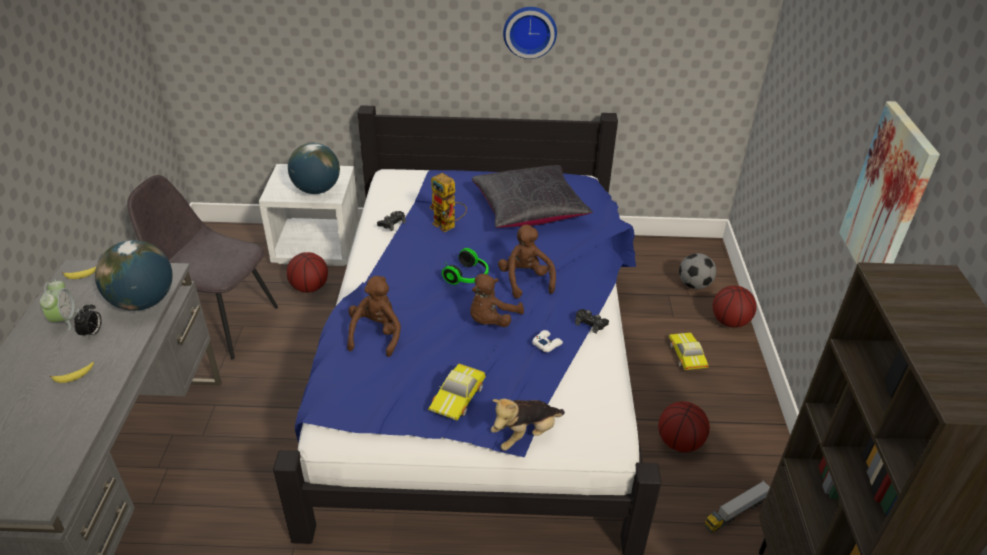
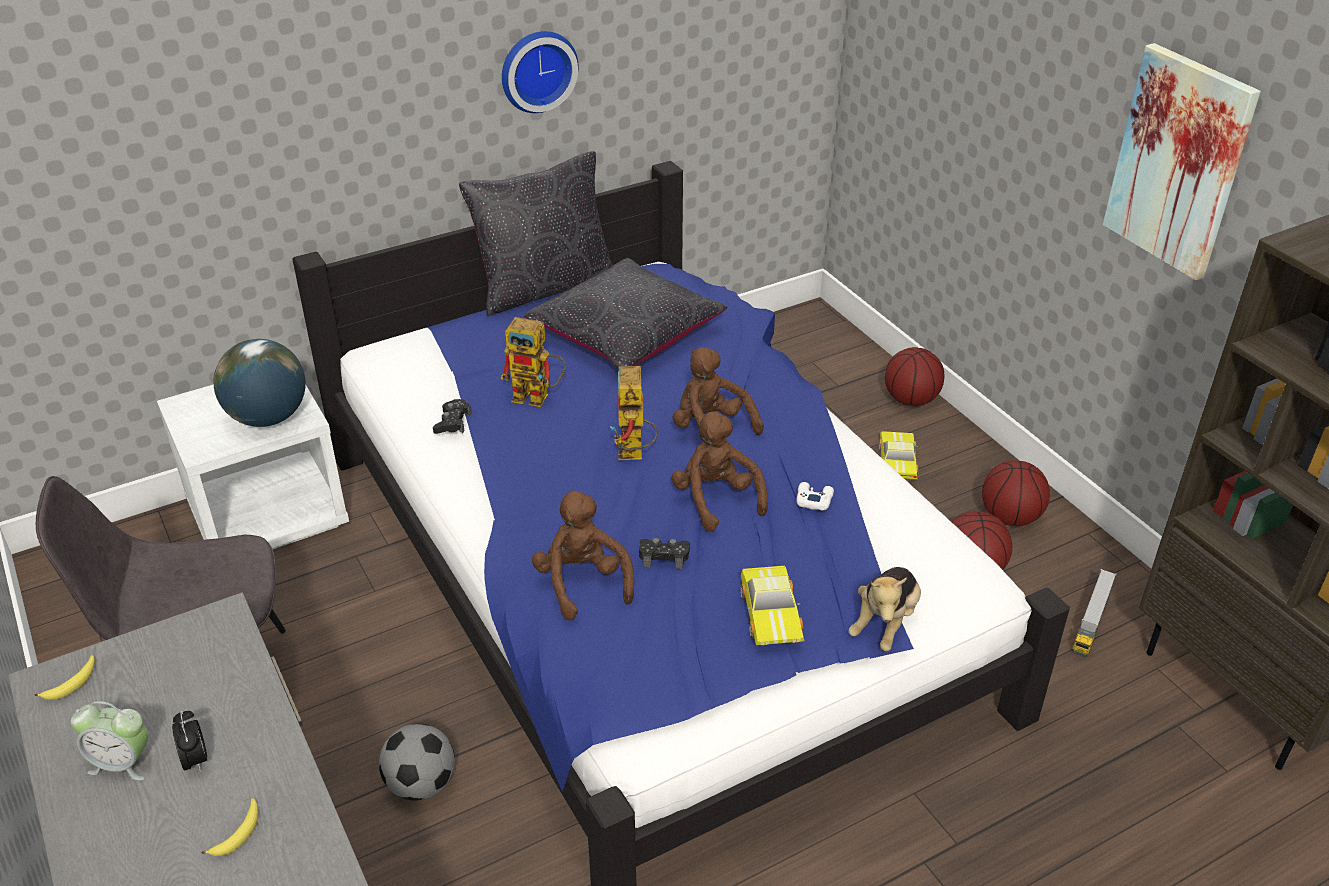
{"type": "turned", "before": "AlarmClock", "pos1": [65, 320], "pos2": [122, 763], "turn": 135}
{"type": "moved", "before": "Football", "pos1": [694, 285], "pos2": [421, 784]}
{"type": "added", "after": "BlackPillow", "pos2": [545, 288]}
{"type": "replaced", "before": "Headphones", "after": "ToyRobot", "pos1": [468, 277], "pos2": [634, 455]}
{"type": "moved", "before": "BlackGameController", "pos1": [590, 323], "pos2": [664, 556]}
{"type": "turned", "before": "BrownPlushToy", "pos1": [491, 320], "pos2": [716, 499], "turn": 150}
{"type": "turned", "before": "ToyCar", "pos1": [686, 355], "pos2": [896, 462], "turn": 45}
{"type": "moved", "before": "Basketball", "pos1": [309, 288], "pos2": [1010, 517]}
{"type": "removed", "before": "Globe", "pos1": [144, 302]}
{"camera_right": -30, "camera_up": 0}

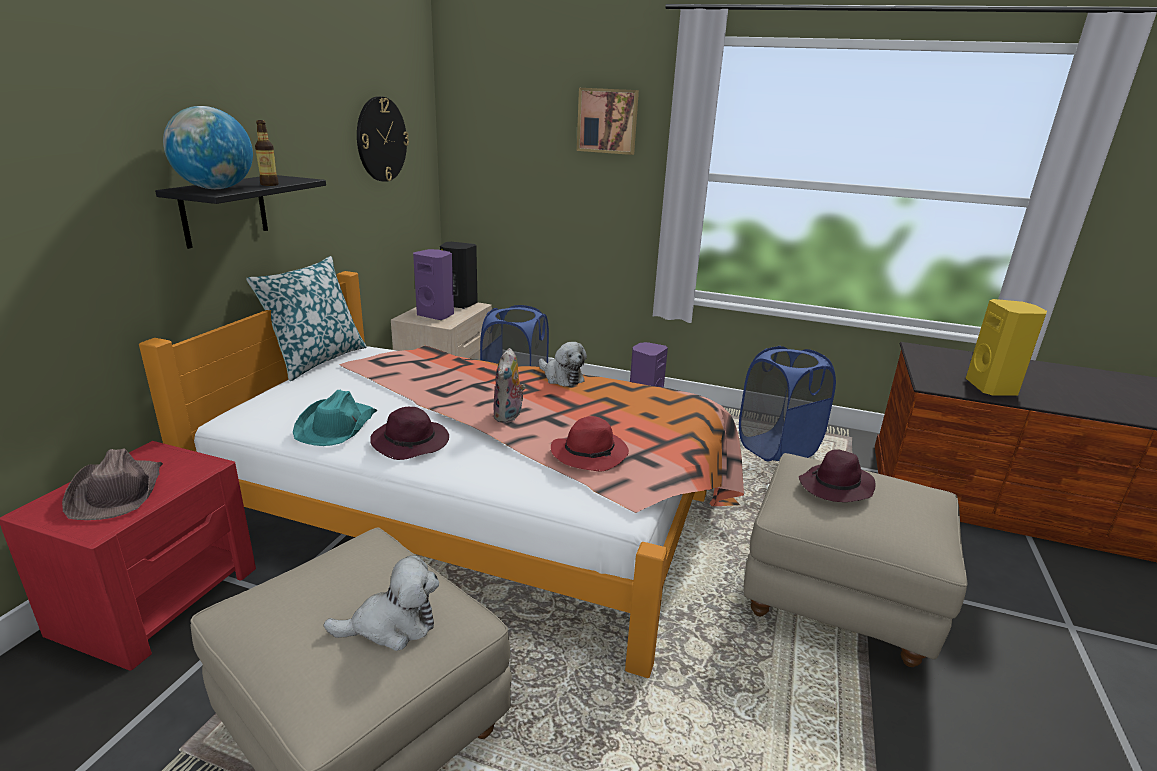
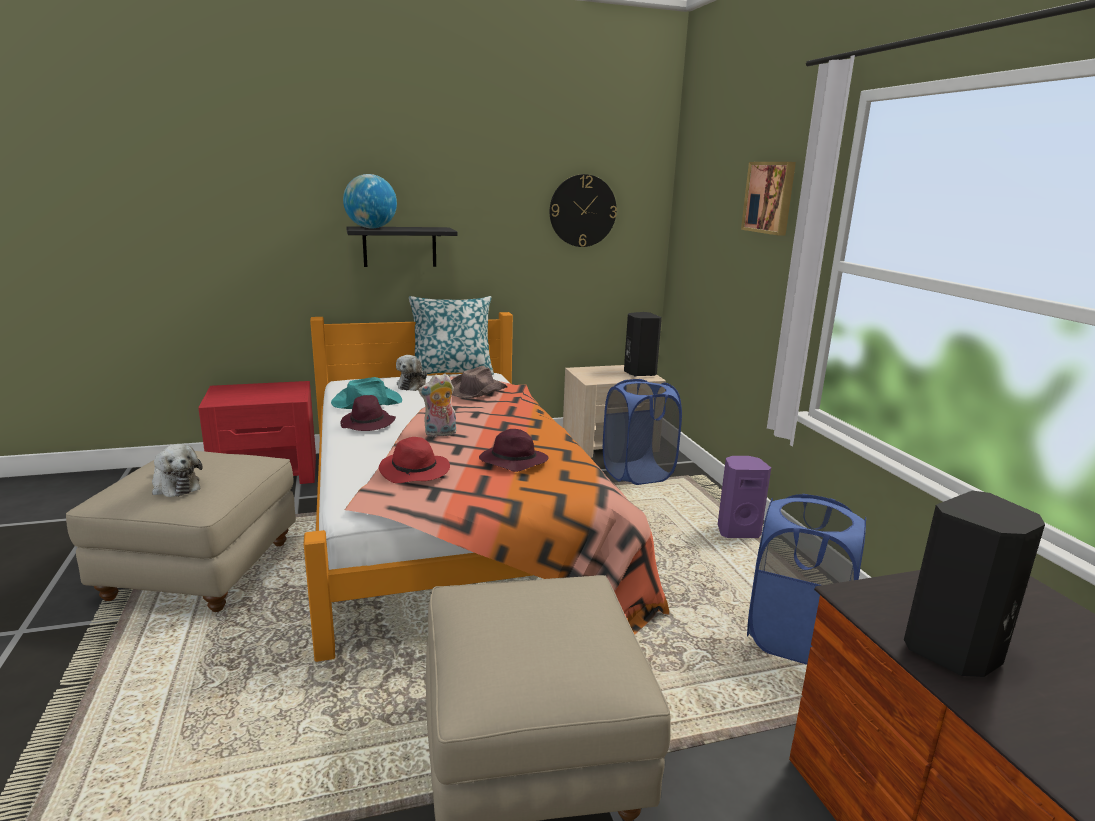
{"type": "moved", "before": "PlushToy", "pos1": [561, 377], "pos2": [413, 385]}
{"type": "moved", "before": "BrownHat", "pos1": [117, 492], "pos2": [476, 390]}
{"type": "moved", "before": "PurpleHat", "pos1": [836, 487], "pos2": [512, 462]}
{"type": "recoloured", "before": "YellowSpeaker", "after": "BlackSpeaker", "pos1": [993, 388], "pos2": [955, 652]}
{"type": "removed", "before": "Bottle", "pos1": [269, 184]}
{"type": "removed", "before": "PurpleSpeaker", "pos1": [436, 315]}
{"camera_right": 55, "camera_up": -5}

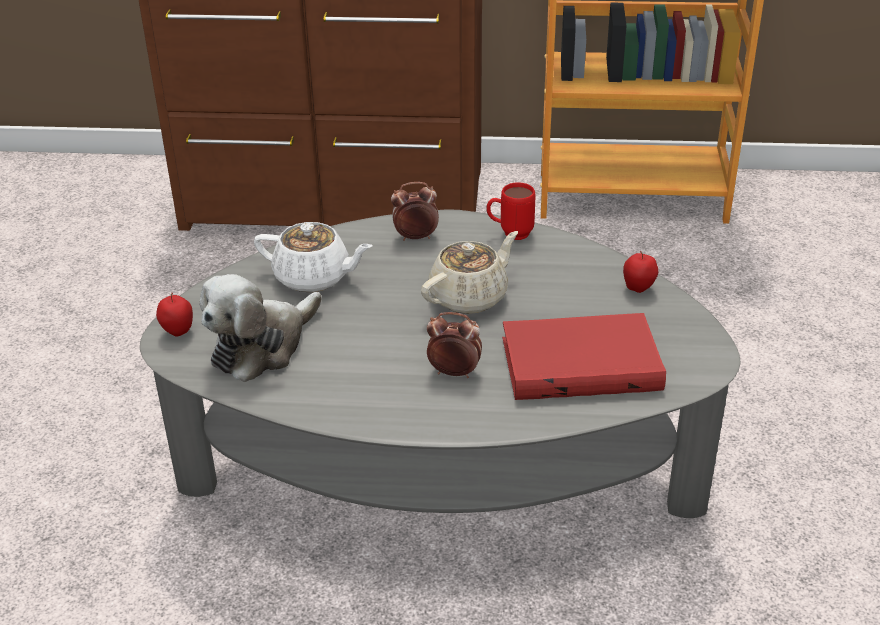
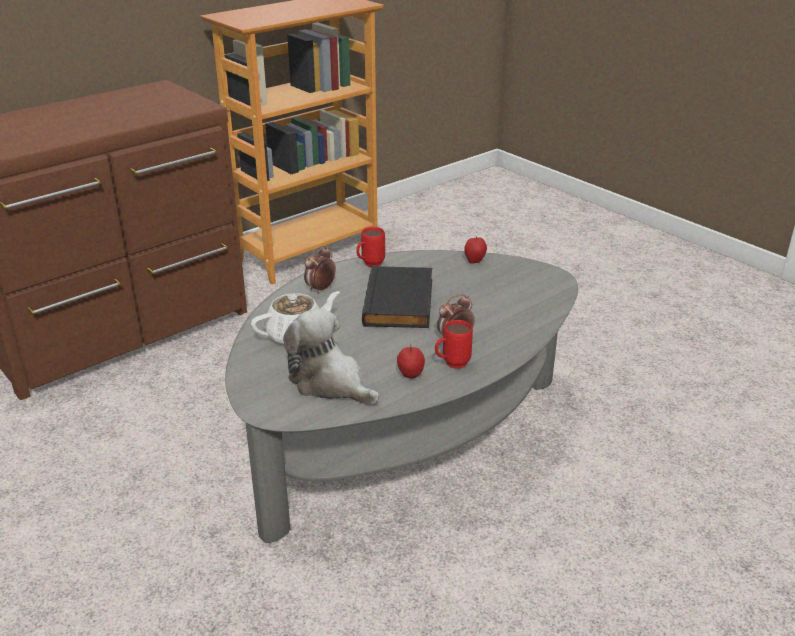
{"type": "turned", "before": "PlushToy", "pos1": [262, 346], "pos2": [330, 383], "turn": 135}
{"type": "replaced", "before": "BeigeTeapot", "after": "BlackBook", "pos1": [470, 297], "pos2": [401, 303]}
{"type": "moved", "before": "Apple", "pos1": [178, 332], "pos2": [410, 376]}
{"type": "added", "after": "RedMug", "pos2": [451, 364]}
{"type": "removed", "before": "RedBook", "pos1": [581, 362]}
{"camera_right": -45, "camera_up": -5}

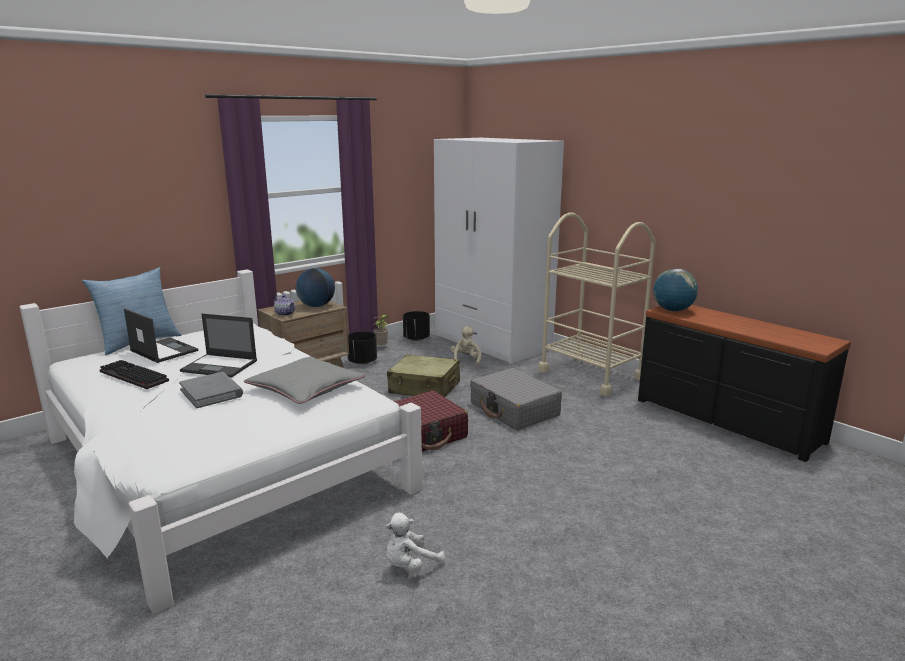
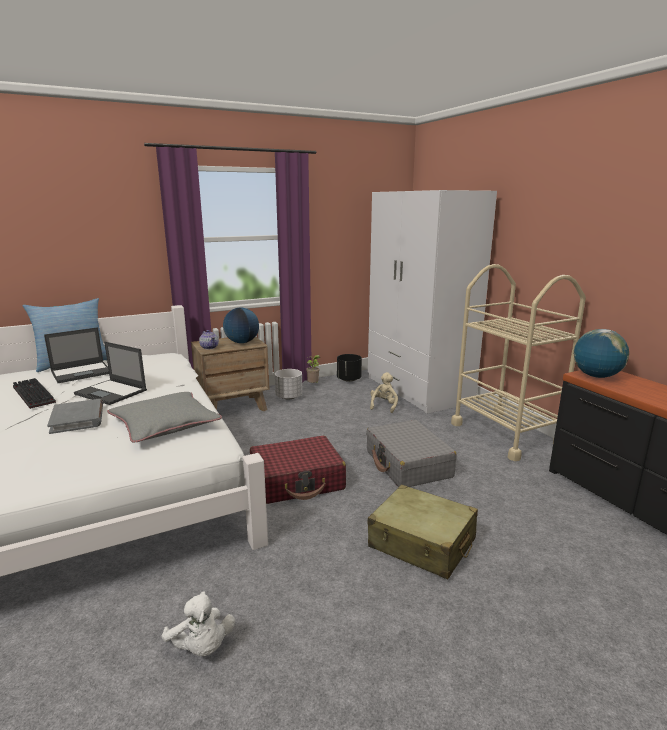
{"type": "turned", "before": "Laptop", "pos1": [163, 350], "pos2": [82, 372], "turn": 90}
{"type": "turned", "before": "WhitePlushToy", "pos1": [410, 565], "pos2": [201, 647], "turn": -105}
{"type": "recoloured", "before": "BlackPlanter", "after": "WhitePlanter", "pos1": [362, 362], "pos2": [288, 397]}
{"type": "moved", "before": "BeigeSuitcase", "pos1": [424, 388], "pos2": [422, 543]}
{"camera_right": 15, "camera_up": 0}

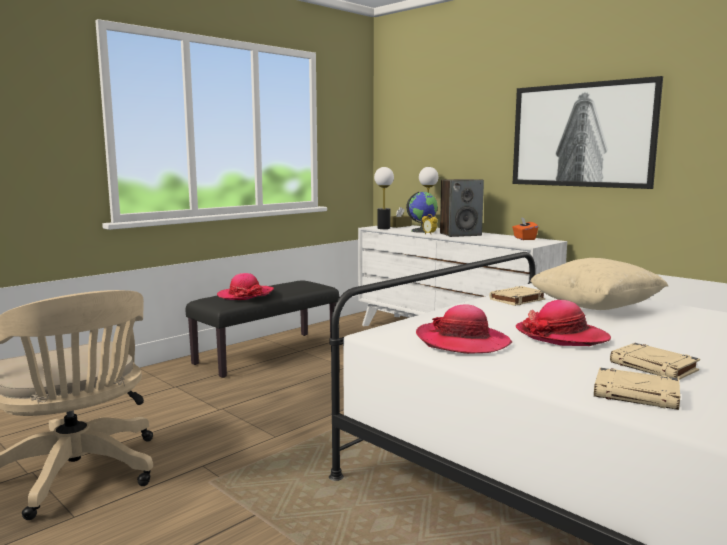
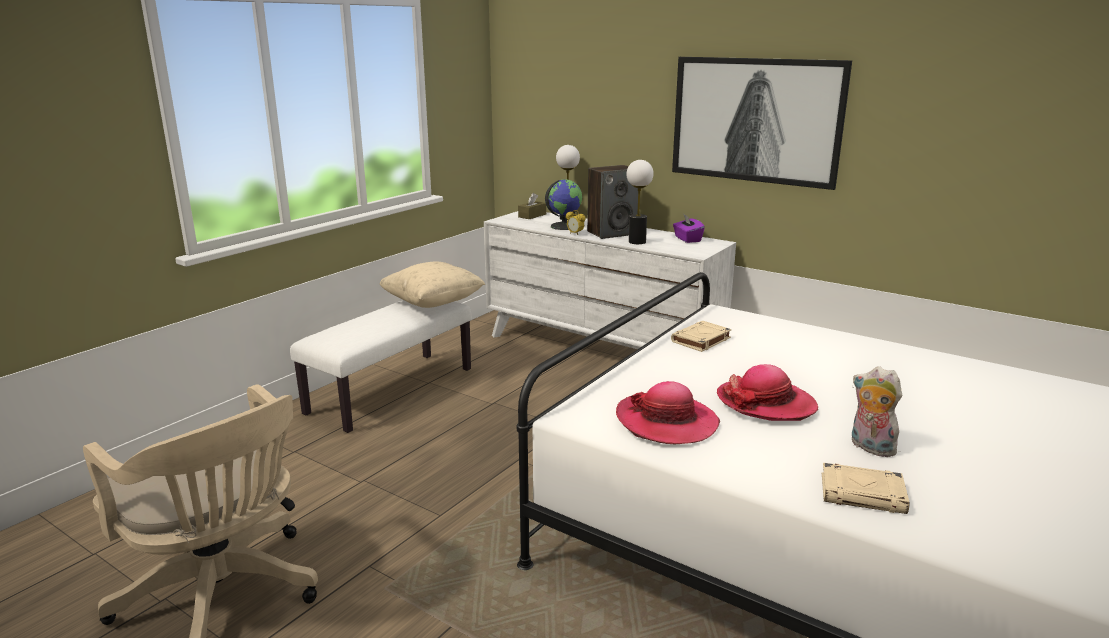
{"type": "recoloured", "before": "BlackBench", "after": "WhiteBench", "pos1": [267, 354], "pos2": [391, 390]}
{"type": "moved", "before": "BeigePillow", "pos1": [595, 308], "pos2": [433, 304]}
{"type": "moved", "before": "TableLamp", "pos1": [383, 228], "pos2": [637, 242]}
{"type": "recoloured", "before": "OrangeTissueBox", "after": "PurpleTissueBox", "pos1": [524, 238], "pos2": [687, 239]}
{"type": "replaced", "before": "BeigeBook", "after": "PlushToy", "pos1": [654, 367], "pos2": [869, 447]}
{"type": "removed", "before": "Hat", "pos1": [245, 295]}
{"camera_right": -10, "camera_up": 10}

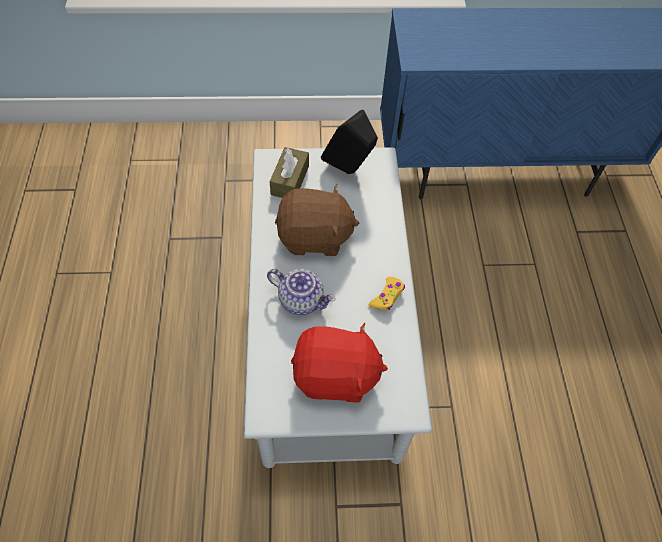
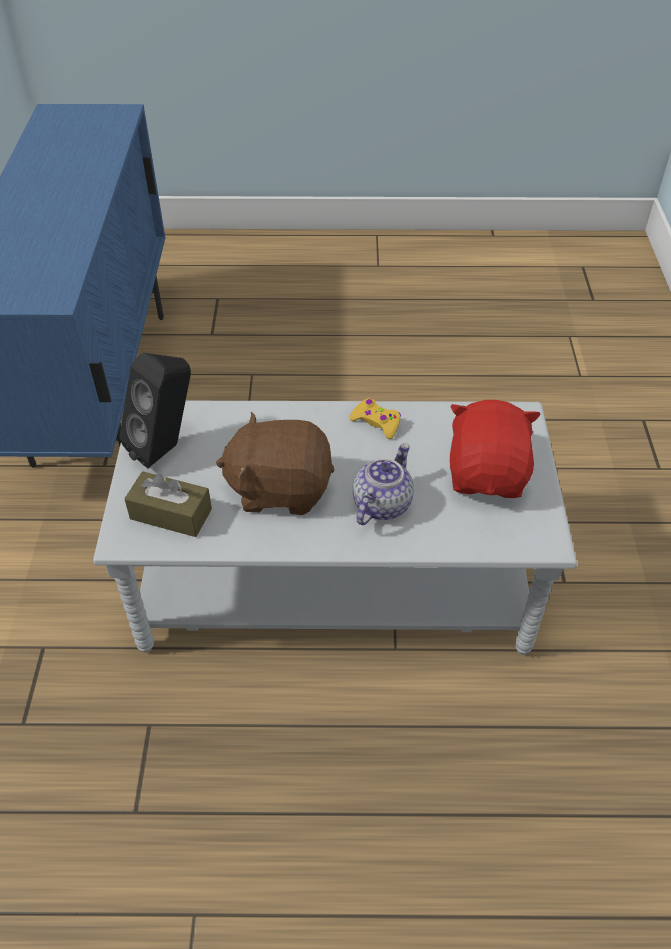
{"type": "turned", "before": "BrownPlushToy", "pos1": [314, 237], "pos2": [280, 488], "turn": -90}
{"camera_right": -85, "camera_up": -10}

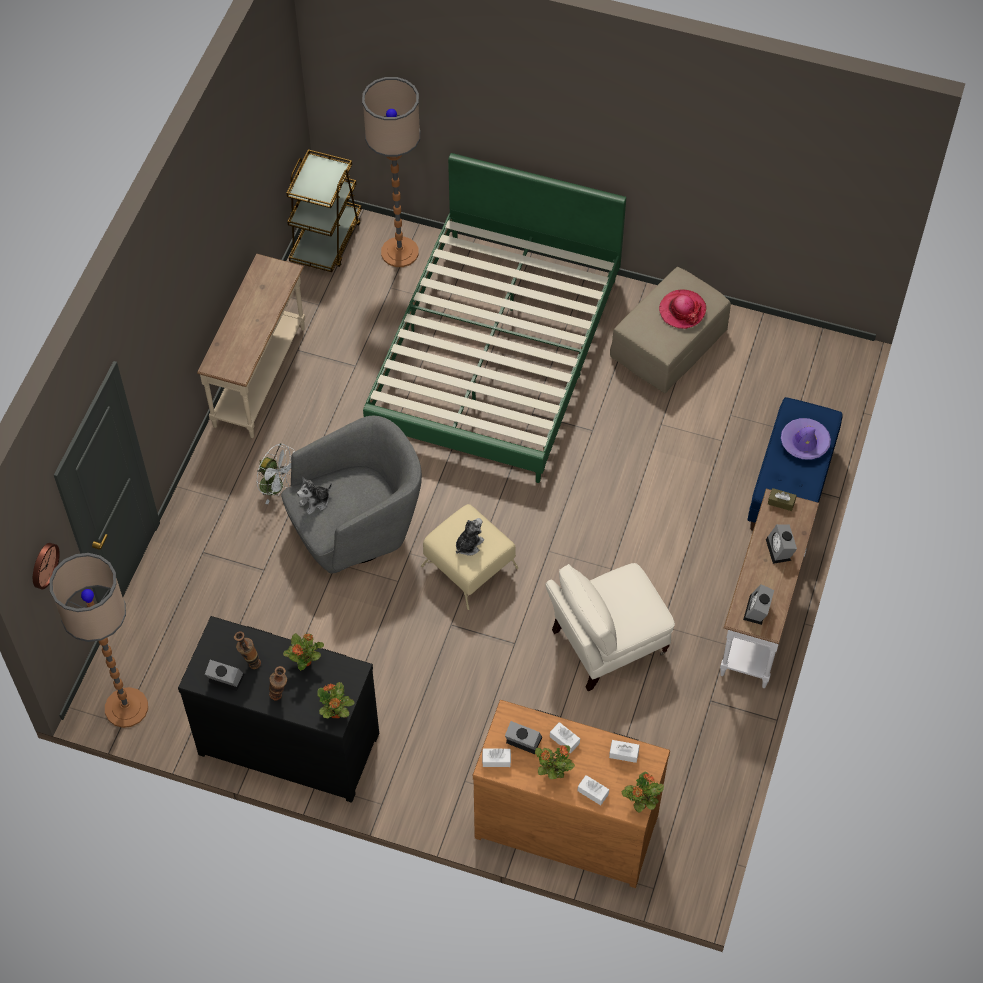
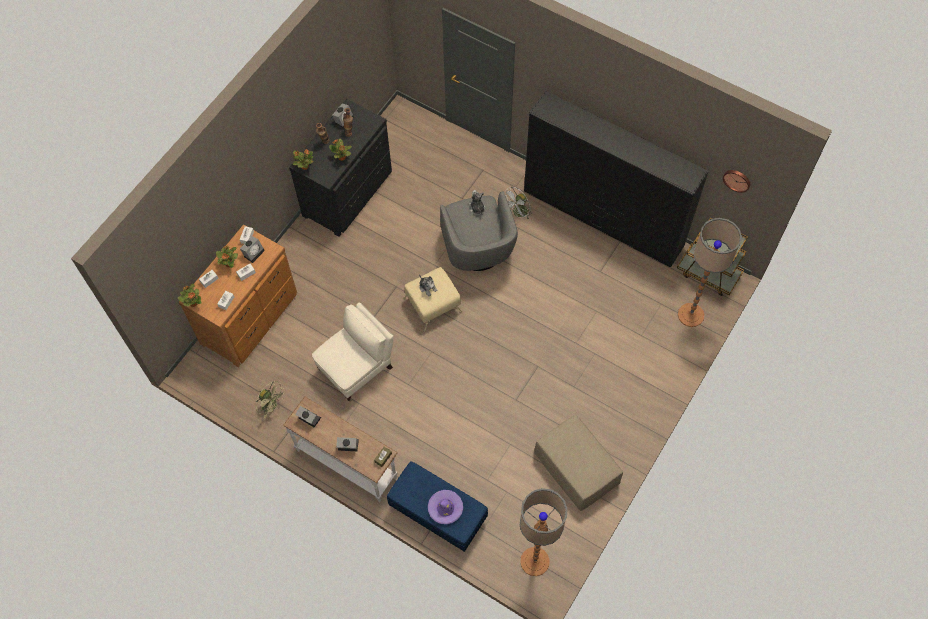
{"type": "added", "after": "GreenFan", "pos2": [272, 406]}
{"type": "turned", "before": "BeigeArmchair", "pos1": [606, 643], "pos2": [357, 368], "turn": 60}
{"type": "moved", "before": "FloorLamp", "pos1": [126, 708], "pos2": [534, 561]}
{"type": "replaced", "before": "BeigeConsoleTable", "after": "BlackWardrobe", "pos1": [261, 377], "pos2": [602, 218]}
{"type": "moved", "before": "WallClock", "pos1": [43, 565], "pos2": [737, 180]}
{"type": "removed", "before": "GreenBed", "pos1": [496, 355]}
{"type": "removed", "before": "Hat", "pos1": [682, 310]}
{"camera_right": 105, "camera_up": 5}

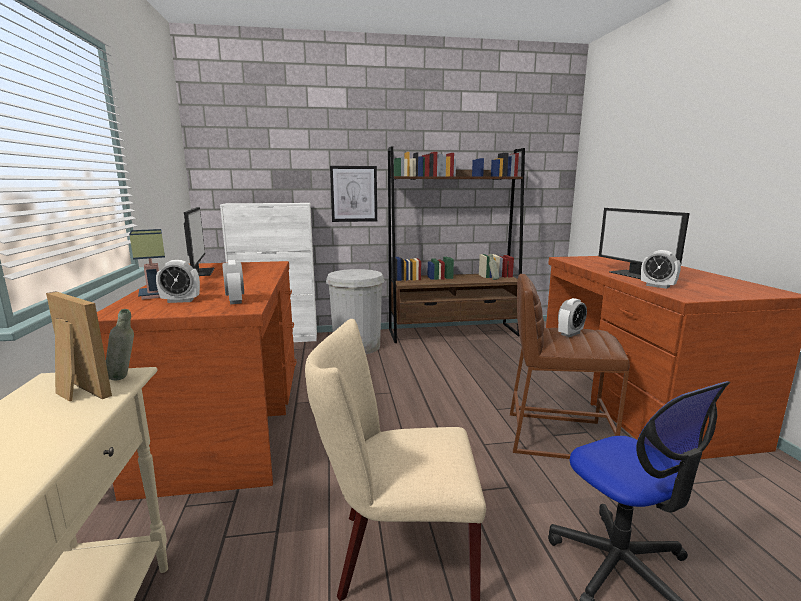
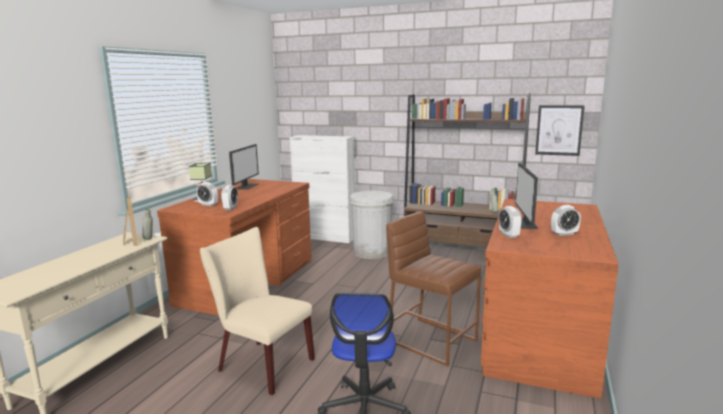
{"type": "moved", "before": "Picture", "pos1": [354, 194], "pos2": [559, 130]}
{"type": "moved", "before": "AlarmClock", "pos1": [570, 334], "pos2": [564, 234]}
{"camera_right": 30, "camera_up": 0}

